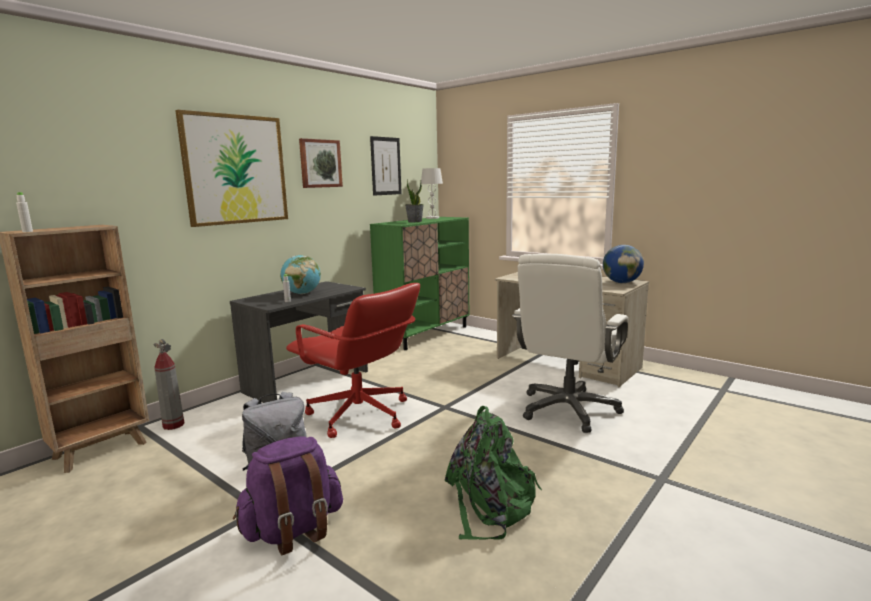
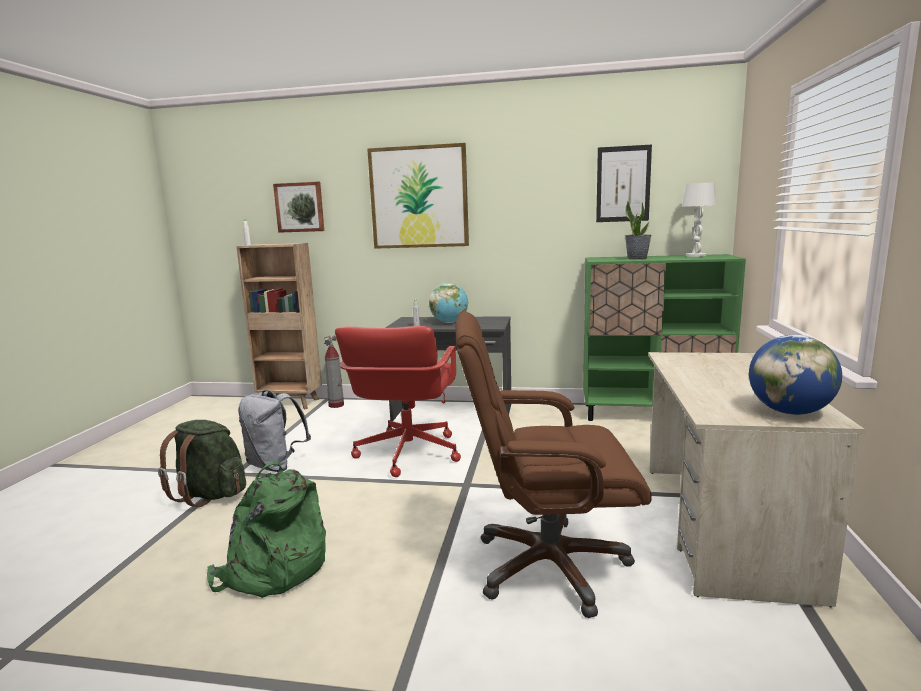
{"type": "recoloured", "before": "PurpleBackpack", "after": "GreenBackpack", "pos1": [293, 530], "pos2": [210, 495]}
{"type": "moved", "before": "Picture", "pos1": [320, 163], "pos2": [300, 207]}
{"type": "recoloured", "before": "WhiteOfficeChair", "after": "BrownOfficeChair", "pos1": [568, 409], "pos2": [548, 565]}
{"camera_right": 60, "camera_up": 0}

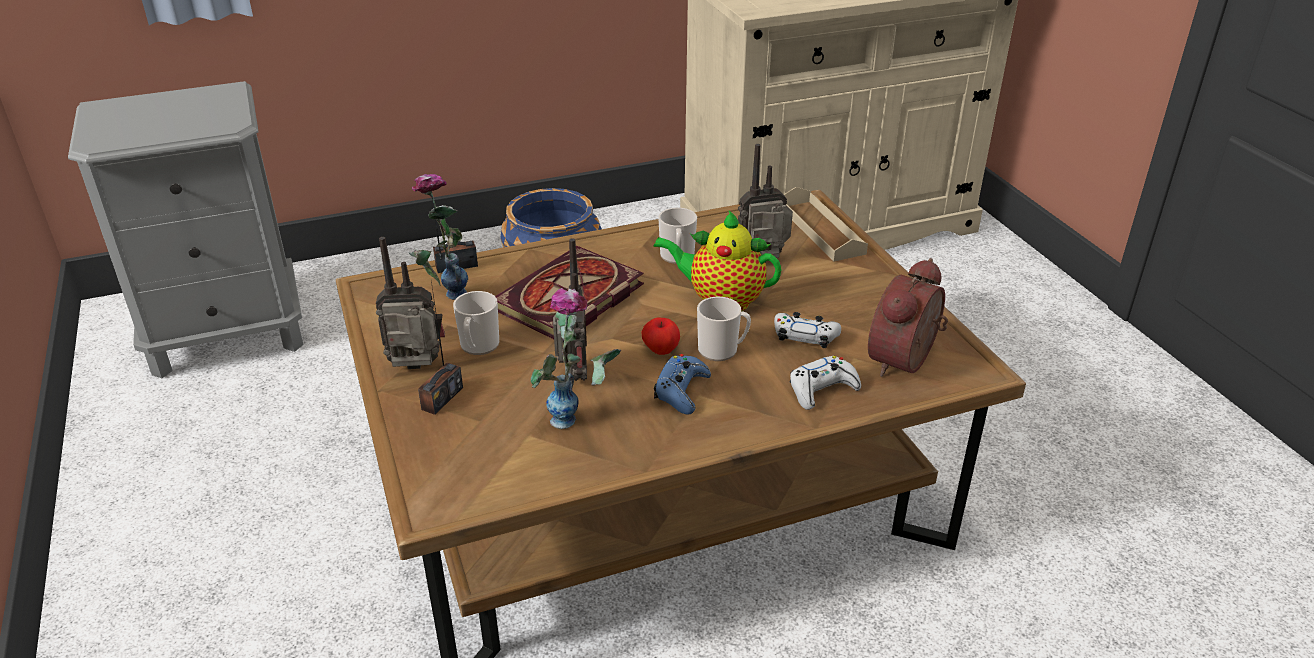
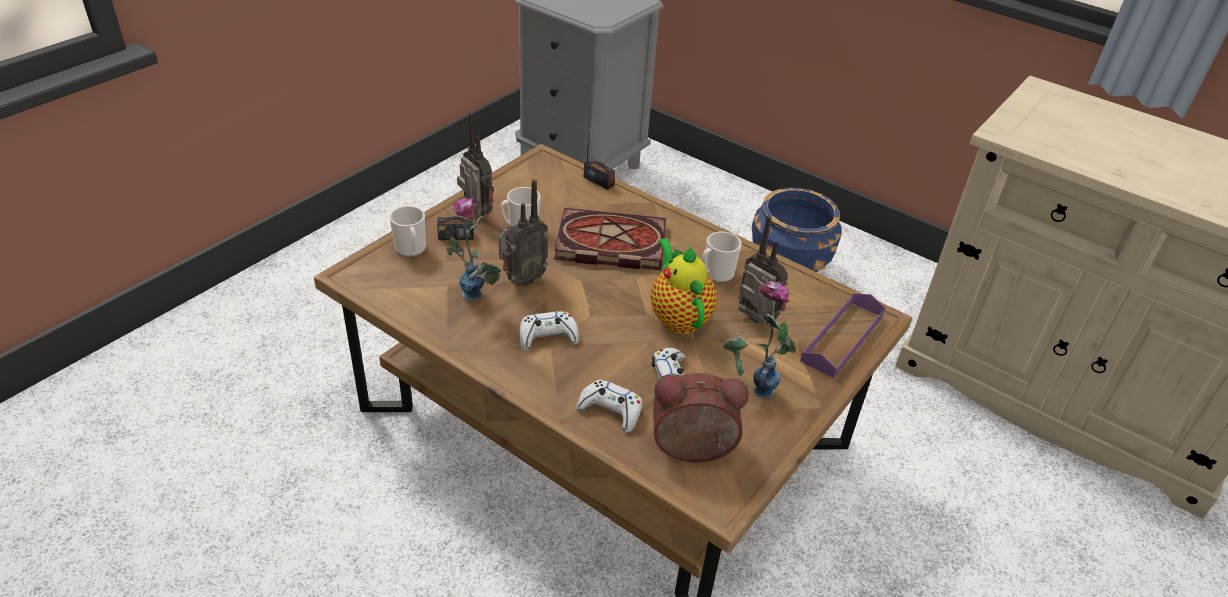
{"type": "moved", "before": "Mug", "pos1": [722, 350], "pos2": [411, 250]}
{"type": "recoloured", "before": "BlueGameController", "after": "WhiteGameController", "pos1": [681, 391], "pos2": [547, 336]}
{"type": "moved", "before": "Vase", "pos1": [443, 300], "pos2": [749, 387]}
{"type": "recoloured", "before": "BeigeTray", "after": "PurpleTray", "pos1": [821, 230], "pos2": [842, 338]}
{"type": "removed", "before": "Apple", "pos1": [660, 350]}
{"camera_right": 55, "camera_up": 5}

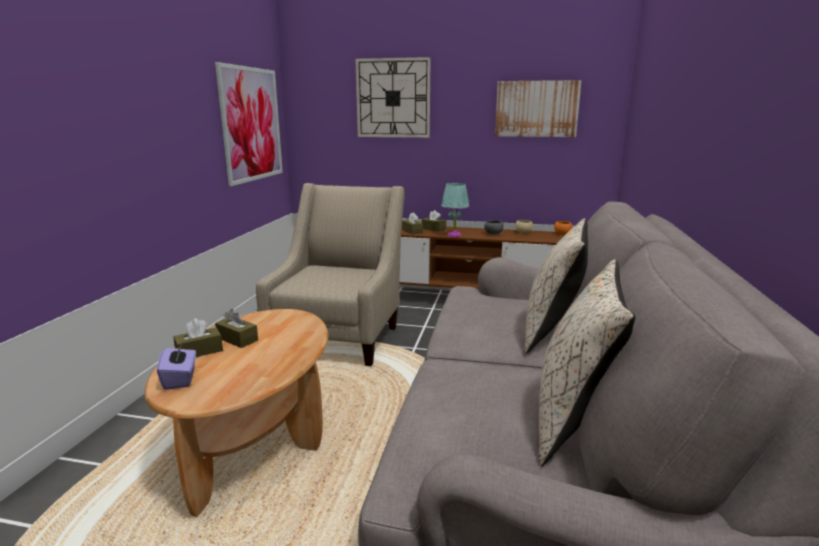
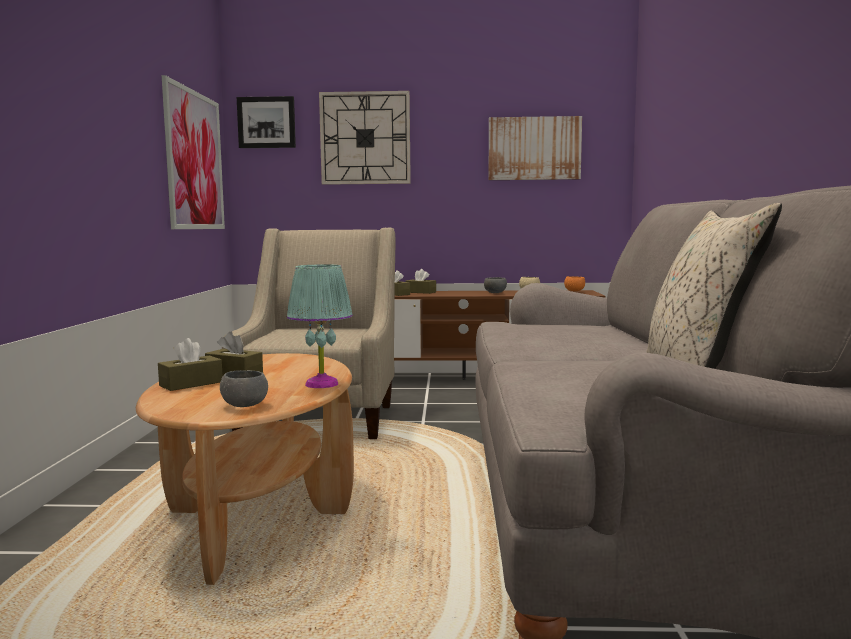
{"type": "added", "after": "GreyBowl", "pos2": [245, 405]}
{"type": "added", "after": "Picture", "pos2": [266, 122]}
{"type": "moved", "before": "TurquoiseTableLamp", "pos1": [454, 235], "pos2": [321, 384]}
{"type": "removed", "before": "PurpleTissueBox", "pos1": [180, 379]}
{"type": "removed", "before": "BeigePillow", "pos1": [552, 331]}
{"camera_right": -10, "camera_up": -10}

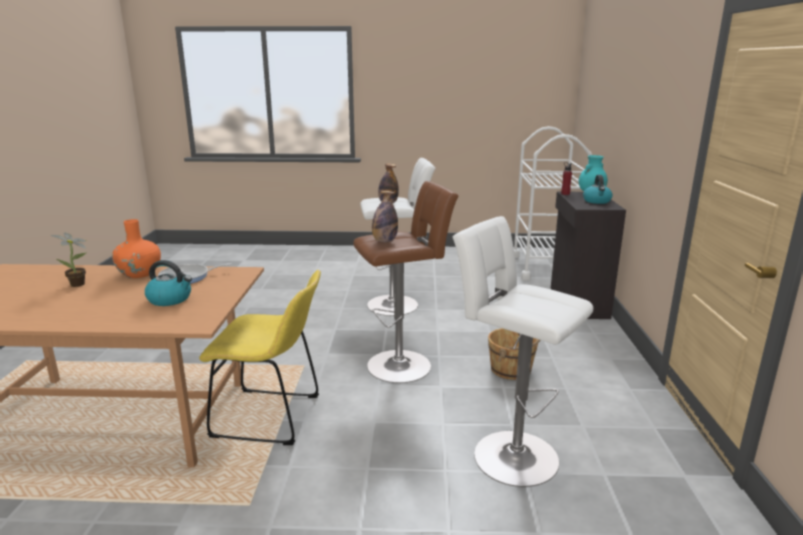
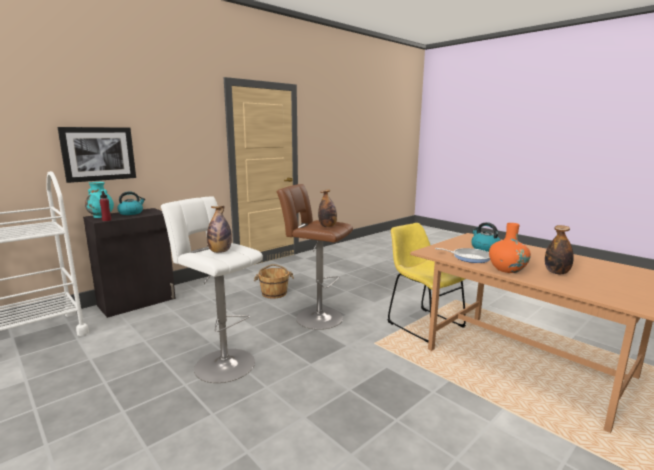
{"type": "added", "after": "Picture", "pos2": [99, 154]}
{"type": "replaced", "before": "PottedPlant", "after": "Bottle", "pos1": [79, 285], "pos2": [556, 272]}
{"type": "removed", "before": "WhiteStool", "pos1": [509, 454]}
{"camera_right": -135, "camera_up": -5}

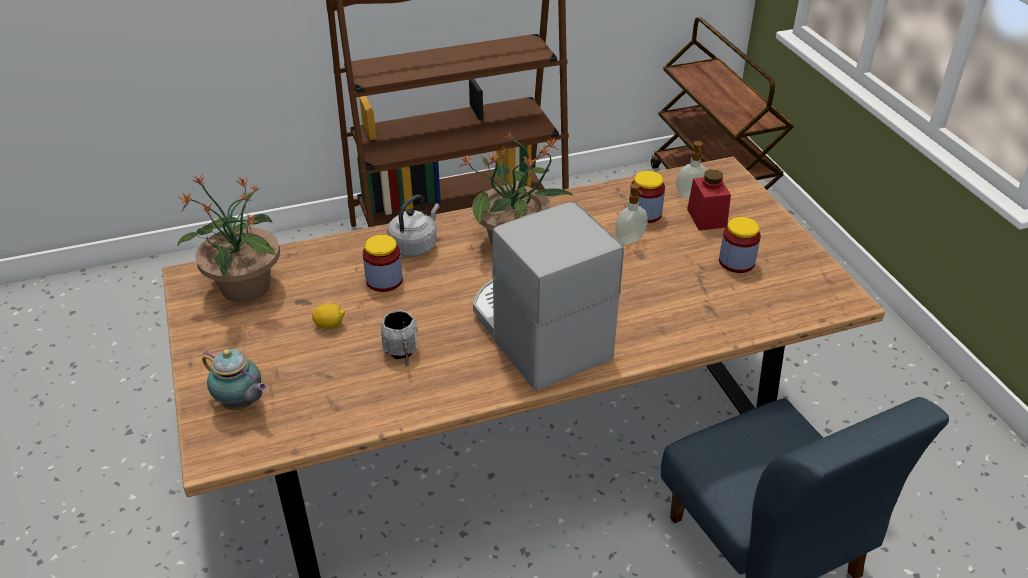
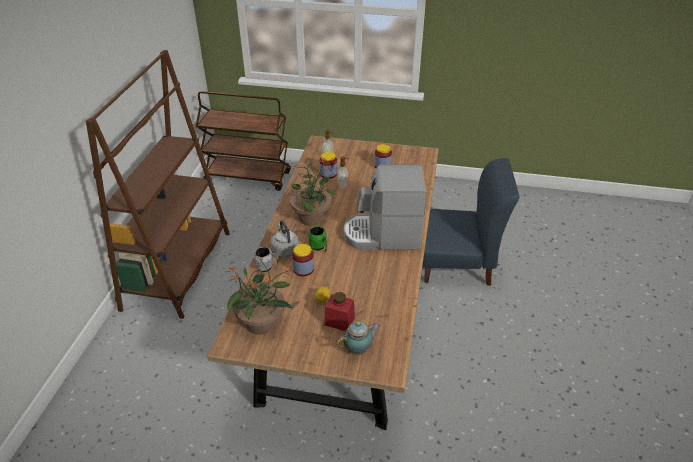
{"type": "moved", "before": "GreyMug", "pos1": [402, 353], "pos2": [267, 267]}
{"type": "added", "after": "GreenMug", "pos2": [319, 247]}
{"type": "moved", "before": "RedJar", "pos1": [706, 218], "pos2": [339, 321]}
{"camera_right": -60, "camera_up": 0}

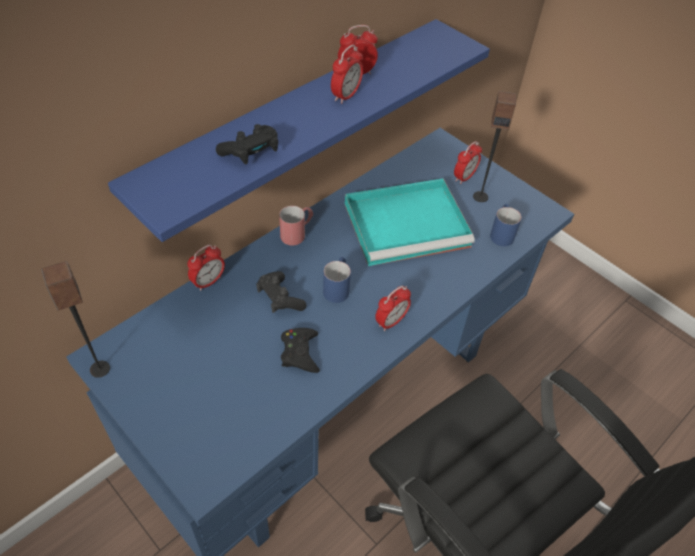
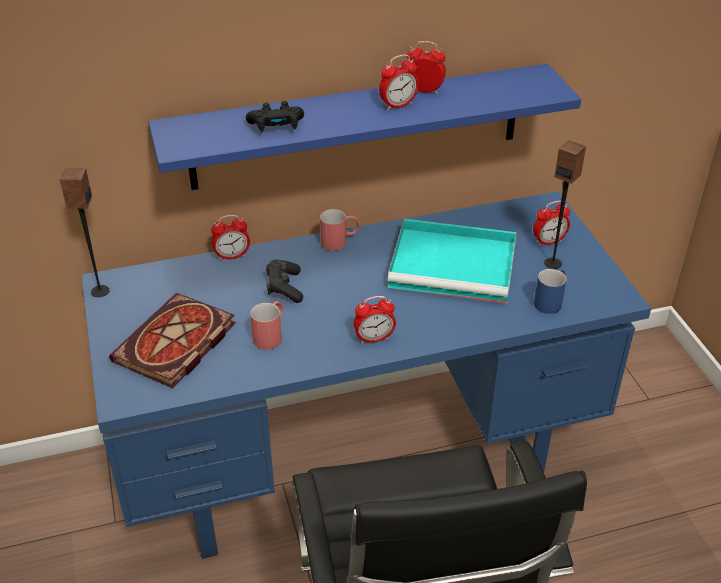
{"type": "added", "after": "Book", "pos2": [175, 345]}
{"type": "replaced", "before": "BlackGameController", "after": "RedMug", "pos1": [300, 353], "pos2": [271, 335]}
{"type": "removed", "before": "BlueMug", "pos1": [337, 287]}
{"camera_right": 30, "camera_up": -10}

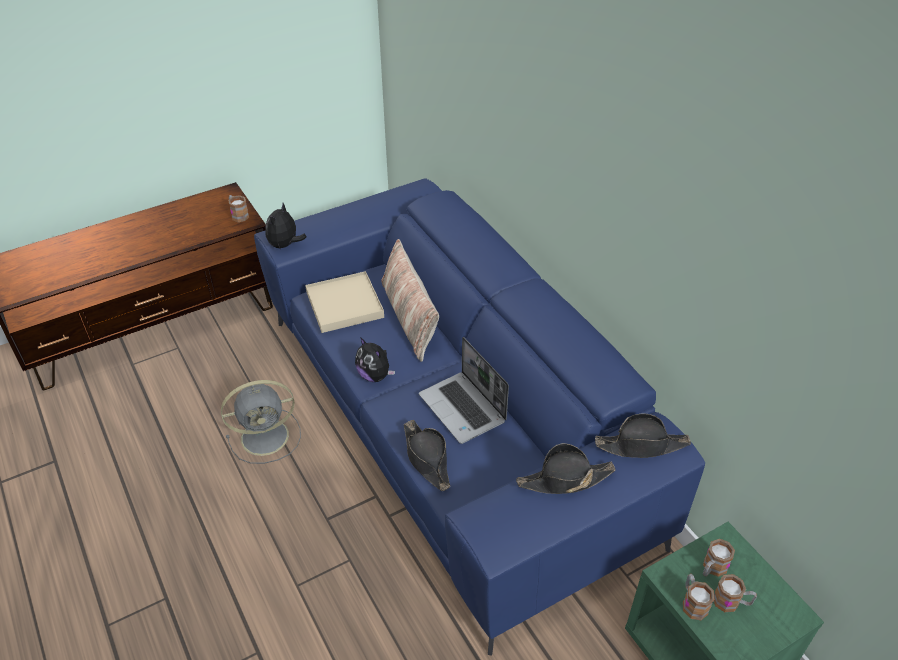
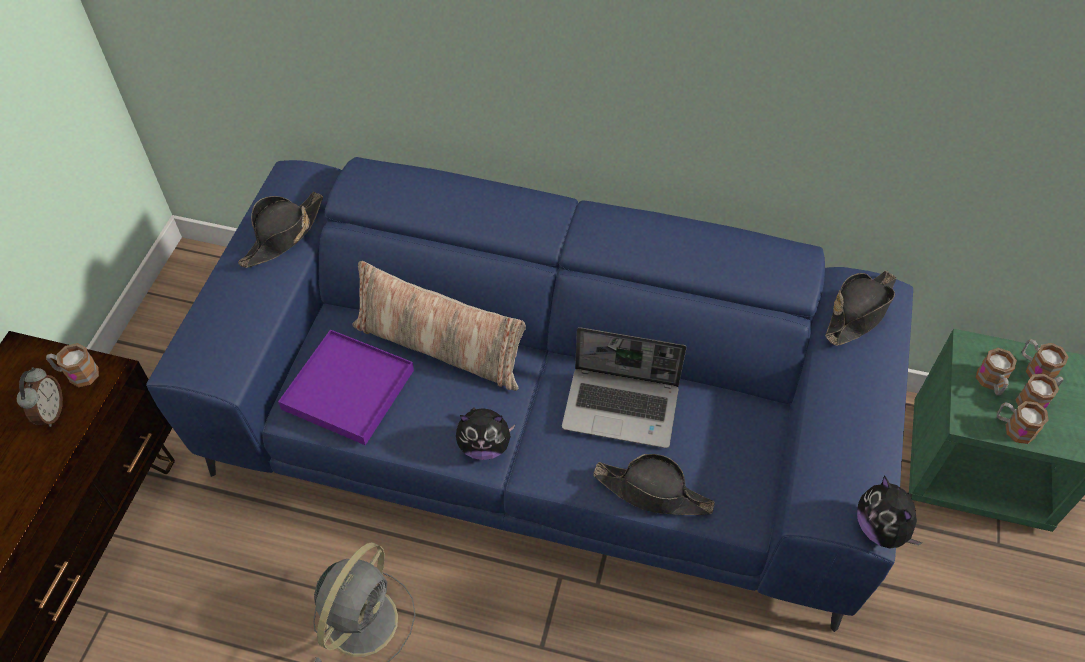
{"type": "added", "after": "AlarmClock", "pos2": [50, 413]}
{"type": "moved", "before": "BlackHat", "pos1": [564, 479], "pos2": [283, 235]}
{"type": "recoloured", "before": "BeigeTray", "after": "PurpleTray", "pos1": [344, 304], "pos2": [348, 389]}
{"type": "moved", "before": "PlushToy", "pos1": [285, 245], "pos2": [881, 529]}
{"type": "added", "after": "Mug", "pos2": [1035, 368]}
{"camera_right": -45, "camera_up": 10}

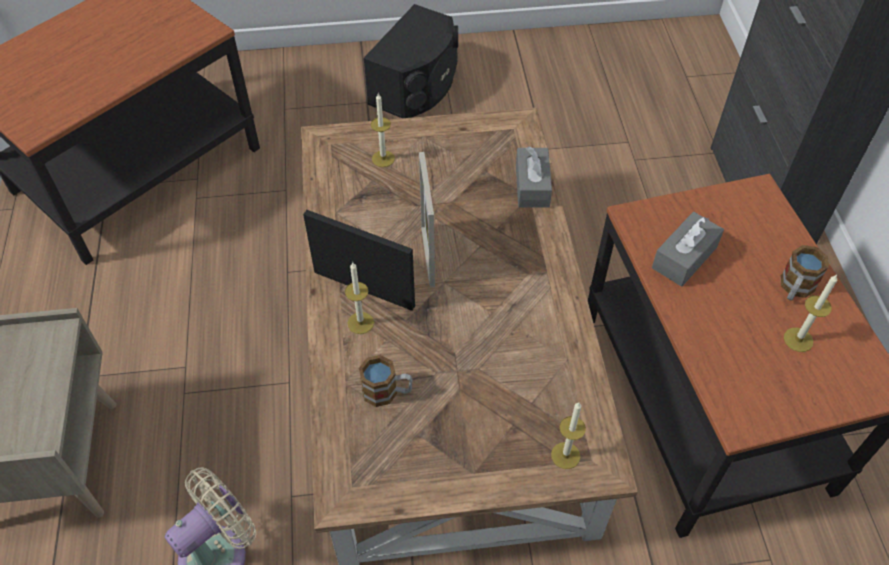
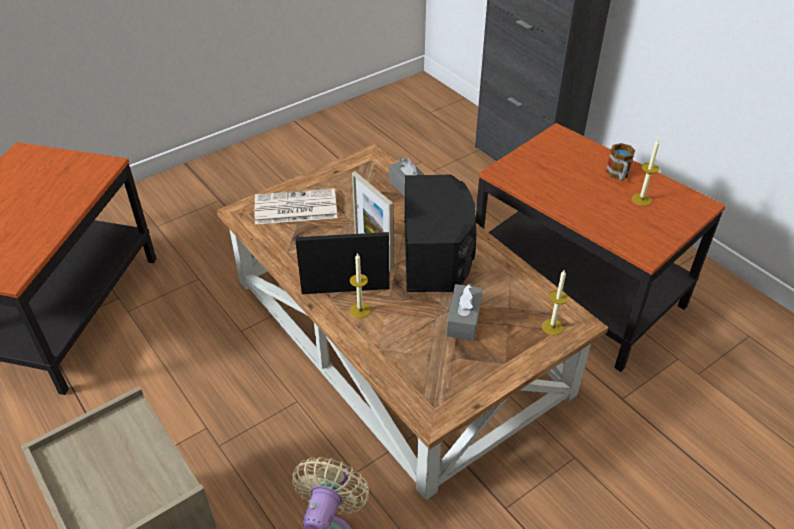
{"type": "replaced", "before": "Candle", "after": "Newspaper", "pos1": [383, 158], "pos2": [294, 208]}
{"type": "moved", "before": "BlackSpeaker", "pos1": [417, 86], "pos2": [437, 255]}
{"type": "moved", "before": "GreyTissueBox", "pos1": [684, 257], "pos2": [463, 319]}
{"type": "removed", "before": "Mug", "pos1": [387, 392]}
{"camera_right": -30, "camera_up": -10}

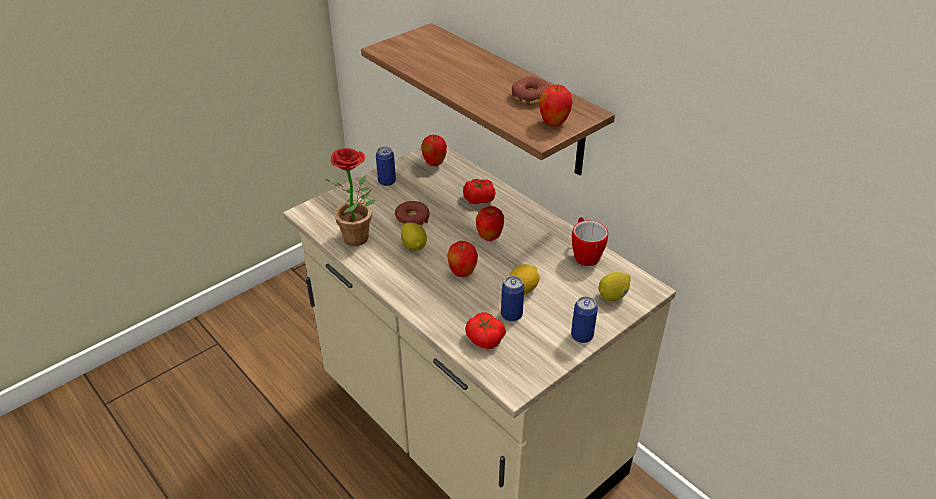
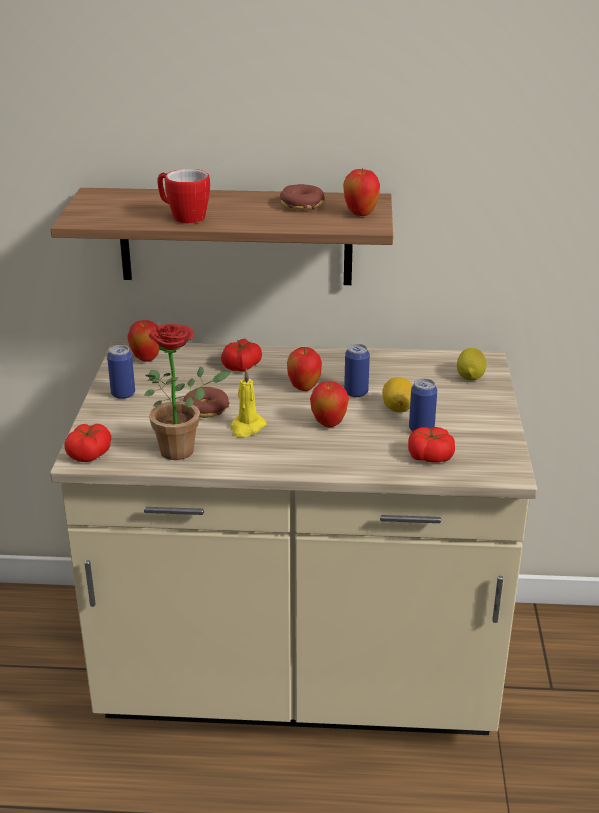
{"type": "added", "after": "Tomato", "pos2": [89, 453]}
{"type": "moved", "before": "Mug", "pos1": [584, 254], "pos2": [183, 217]}
{"type": "replaced", "before": "Lemon", "after": "YellowCandle", "pos1": [414, 245], "pos2": [247, 427]}
{"type": "moved", "before": "Can", "pos1": [582, 336], "pos2": [356, 392]}
{"camera_right": -45, "camera_up": -10}

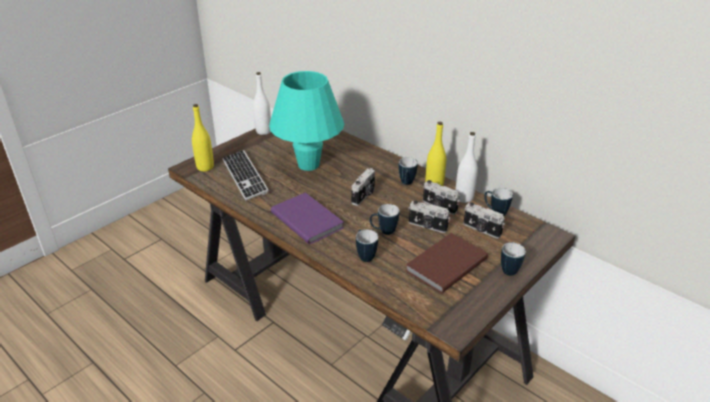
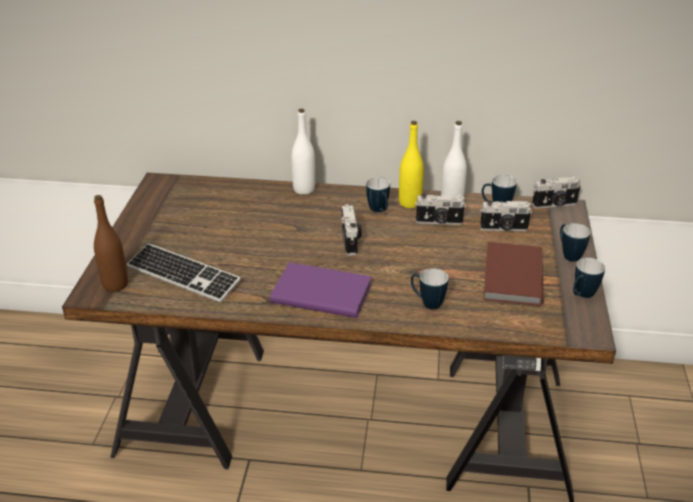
{"type": "recoloured", "before": "YellowBottle", "after": "BrownBottle", "pos1": [205, 167], "pos2": [115, 284]}
{"type": "moved", "before": "WhiteBottle", "pos1": [263, 131], "pos2": [304, 189]}
{"type": "moved", "before": "PhotoCamera", "pos1": [427, 226], "pos2": [555, 205]}
{"type": "moved", "before": "Mug", "pos1": [383, 231], "pos2": [581, 295]}
{"type": "removed", "before": "TurquoiseTableLamp", "pos1": [308, 165]}
{"camera_right": -35, "camera_up": 0}

